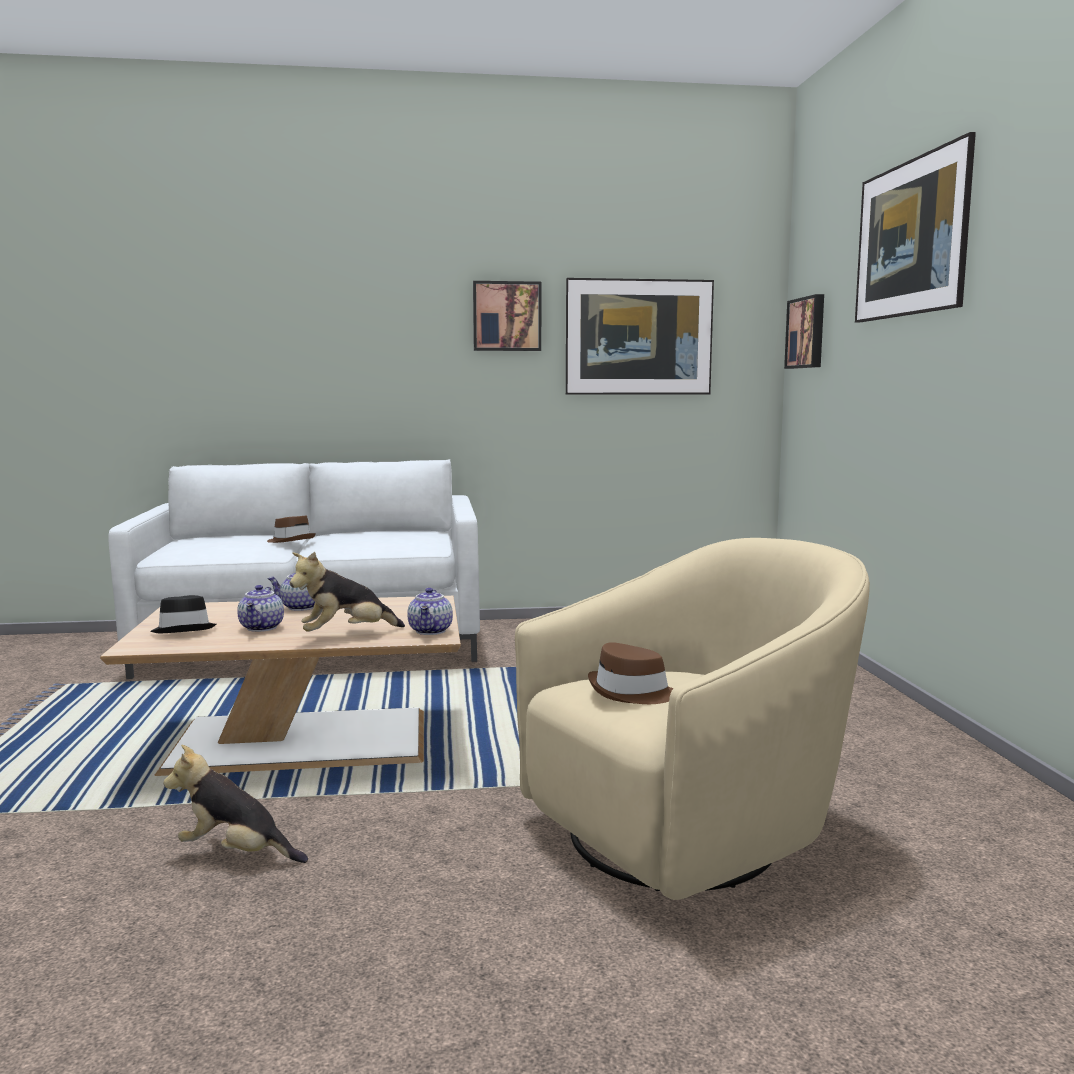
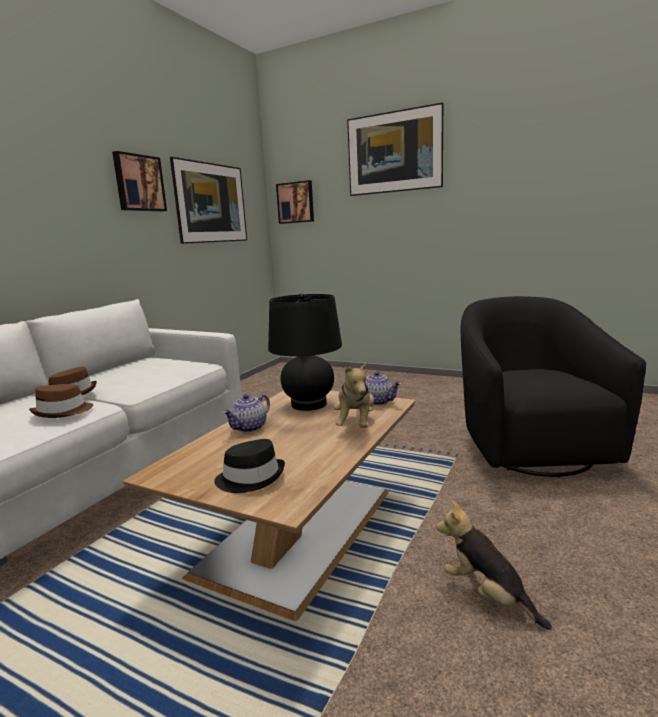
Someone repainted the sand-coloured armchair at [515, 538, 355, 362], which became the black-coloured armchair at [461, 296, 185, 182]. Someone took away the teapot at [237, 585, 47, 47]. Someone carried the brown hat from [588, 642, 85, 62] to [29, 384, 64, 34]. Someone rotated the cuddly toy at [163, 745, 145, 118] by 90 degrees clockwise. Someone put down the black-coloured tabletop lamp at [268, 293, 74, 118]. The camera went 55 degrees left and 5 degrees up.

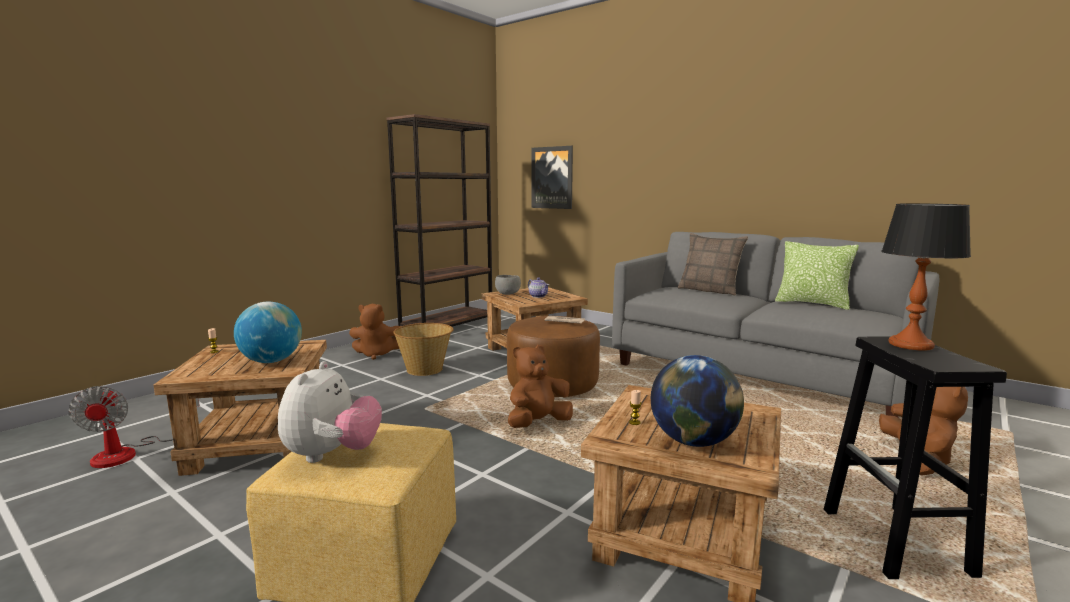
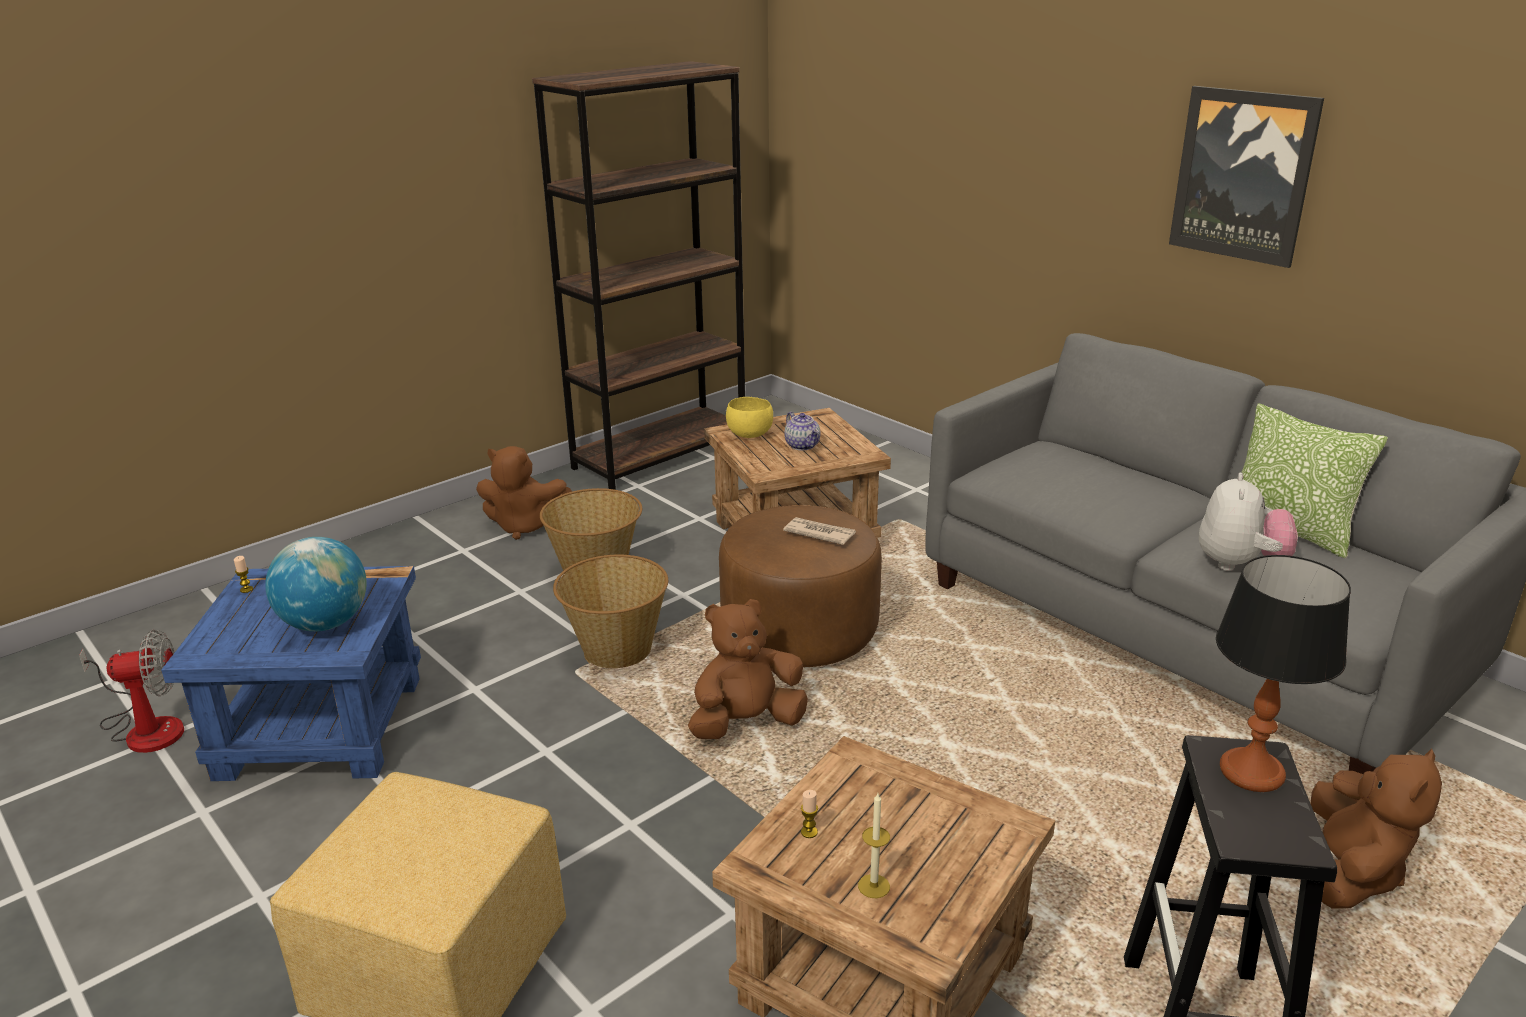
Someone carried the wall picture from [531, 146, 42, 63] to [1169, 86, 155, 182]. Someone took away the pillow at [678, 233, 70, 63]. Someone repainted the gray bowl at [495, 275, 26, 20], which became the yellow-coloured bowl at [726, 397, 47, 41]. Someone repainted the brown side table at [153, 340, 174, 136], which became the bluish side table at [161, 566, 260, 215]. Someone swapped the desk globe at [651, 355, 93, 92] for the wax light at [858, 793, 32, 105]. Someone carried the cuddly toy from [278, 361, 104, 102] to [1199, 473, 99, 98]. Someone rotated the fan at [68, 386, 132, 82] by 90 degrees counterclockwise. Someone put down the basket at [553, 555, 115, 113]. The camera went 10 degrees right and 15 degrees up.

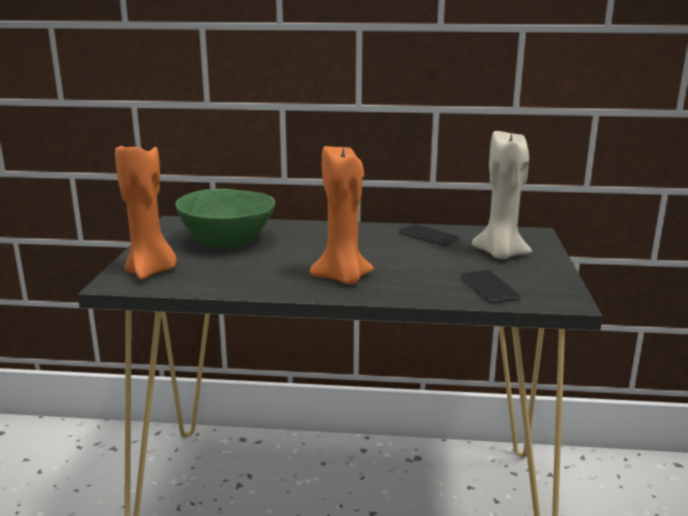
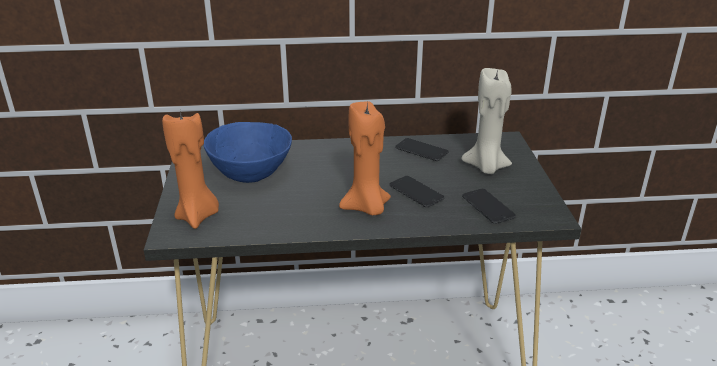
Someone repainted the green bowl at [175, 189, 100, 59], which became the bluish bowl at [203, 122, 89, 61]. Someone put down the phone at [389, 176, 56, 31]. The camera went 10 degrees left and 10 degrees up.

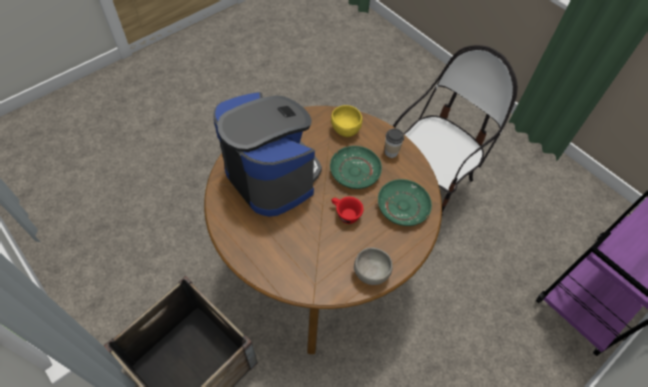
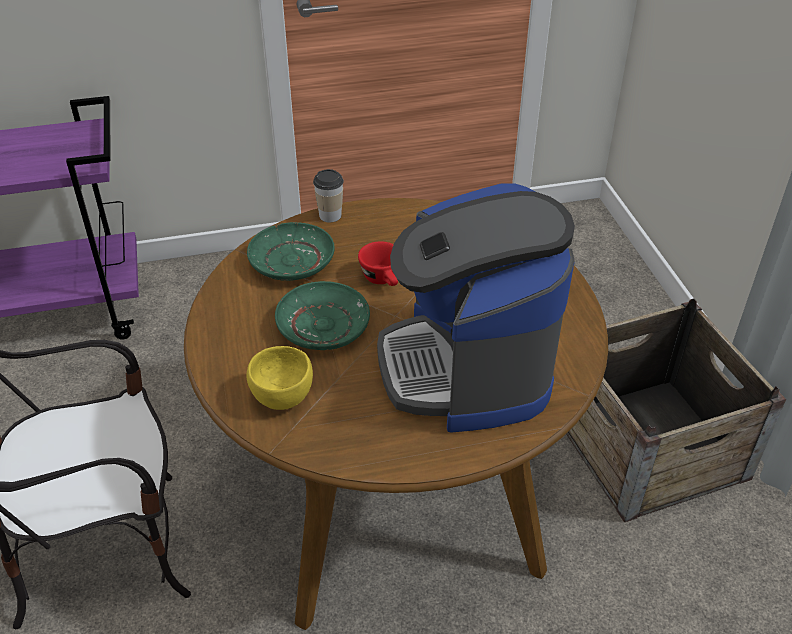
Someone carried the small cup from [385, 128, 19, 30] to [313, 169, 31, 53]. Someone took away the gray bowl at [354, 248, 39, 37]. The camera went 150 degrees left and 15 degrees down.

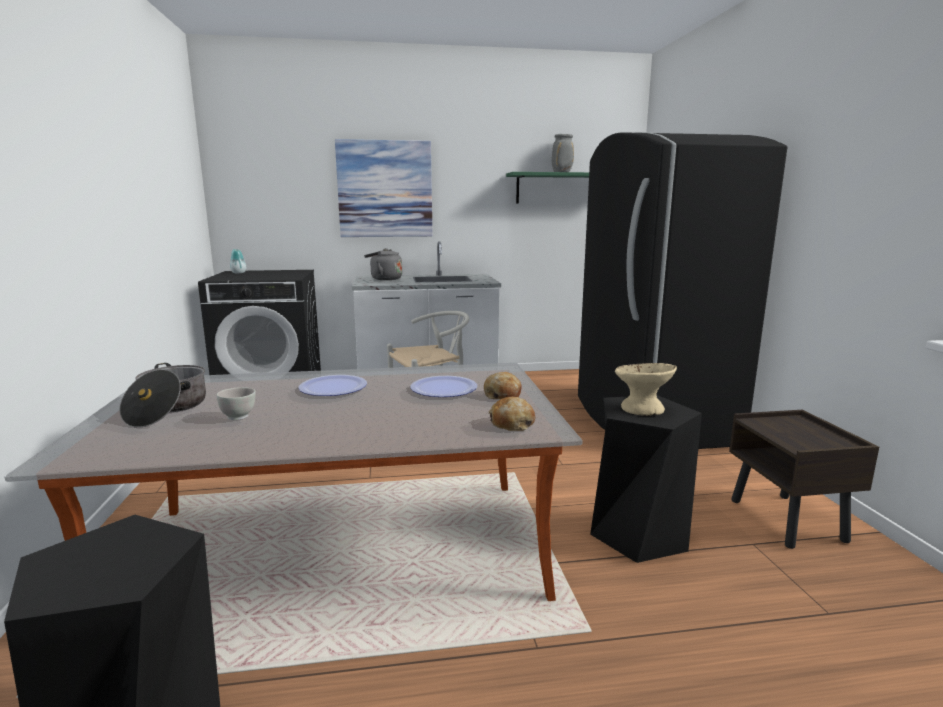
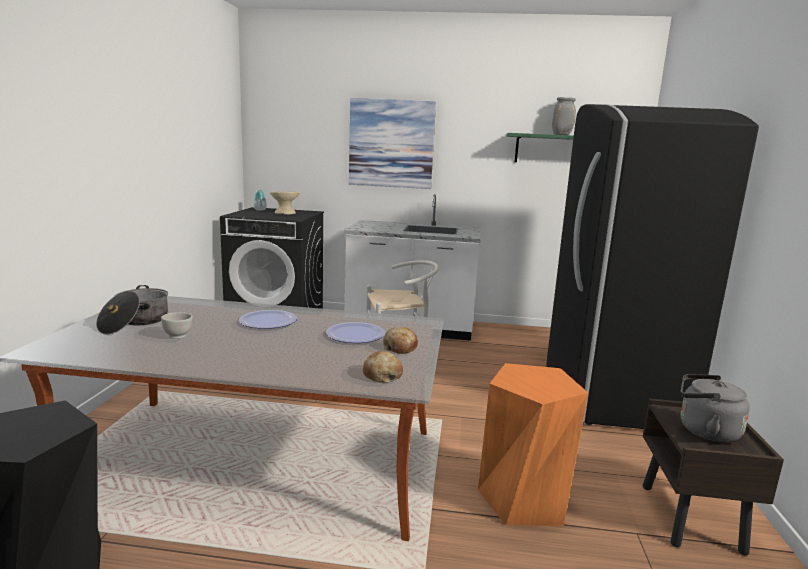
Someone carried the gray tea kettle from [364, 248, 38, 32] to [681, 374, 69, 69]. Someone carried the sand-coloured bowl from [615, 363, 62, 53] to [270, 192, 30, 23]. Someone repainted the black-coloured stool at [590, 395, 112, 168], which became the orangey stool at [478, 363, 110, 163]. The camera went 15 degrees right and 0 degrees up.

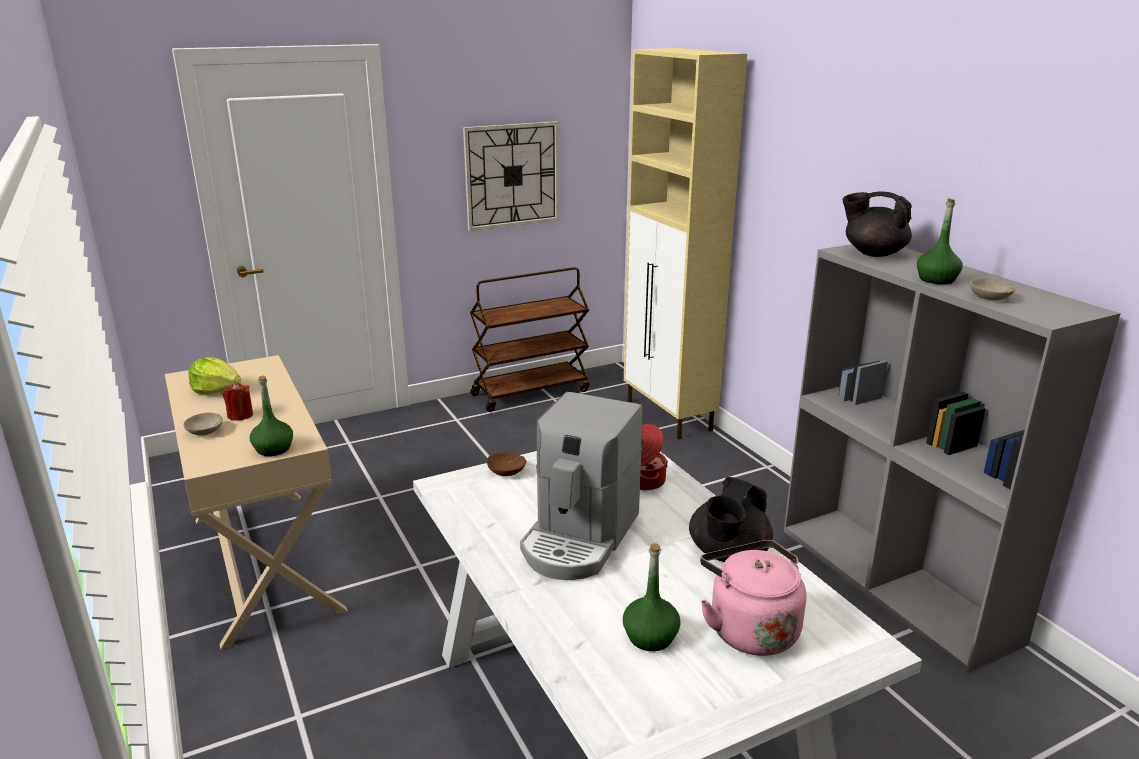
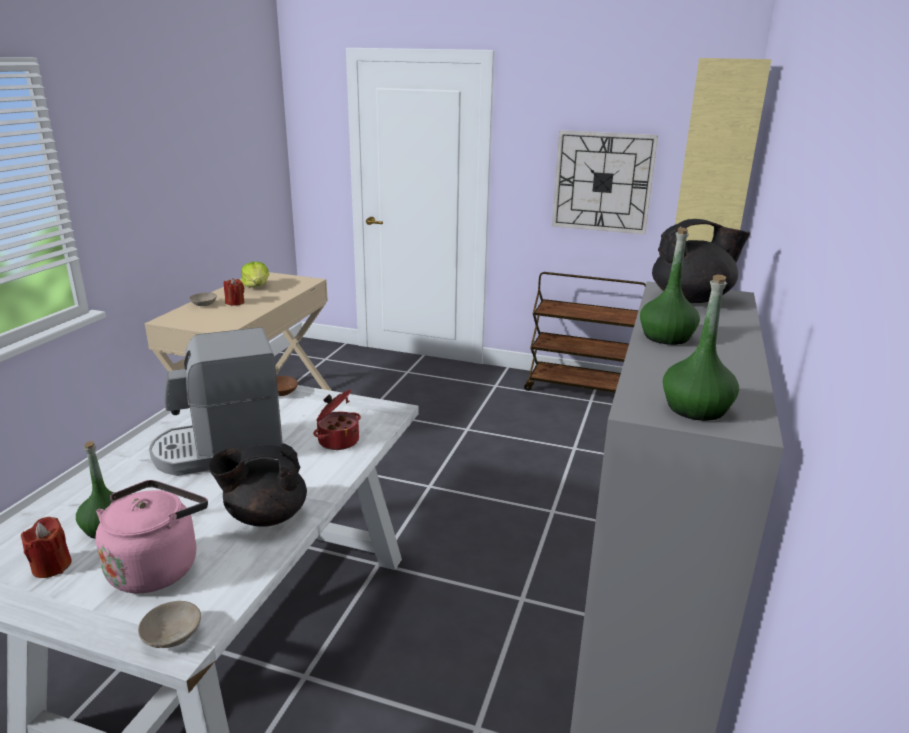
Someone rotated the black-coloured teapot at [842, 191, 70, 66] by 105 degrees clockwise. Someone carried the sand-coloured bowl from [970, 278, 45, 23] to [138, 601, 63, 47]. Someone carried the green bottle from [250, 375, 43, 81] to [663, 275, 76, 146]. Someone put down the red wax light at [21, 517, 51, 61]. The camera went 45 degrees right and 0 degrees up.

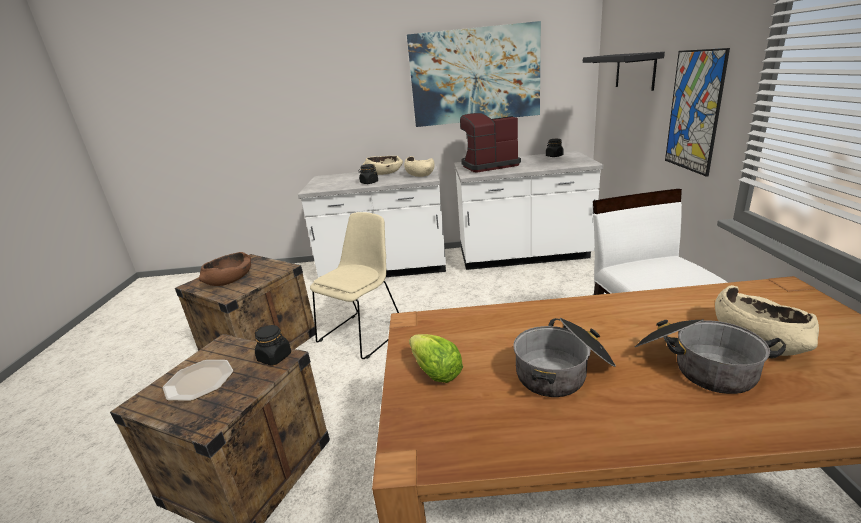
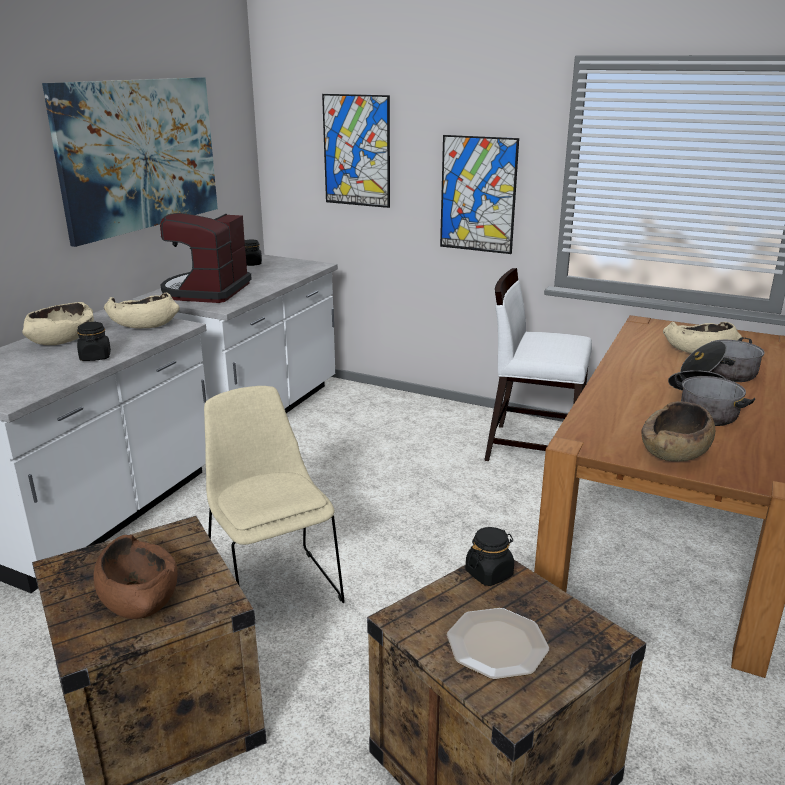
Someone swapped the black-coloured shelf at [583, 52, 82, 39] for the wall picture at [322, 94, 68, 114]. Someone swapped the lettuce head at [409, 334, 54, 49] for the brown bowl at [641, 401, 74, 61]. The camera went 65 degrees left and 0 degrees up.

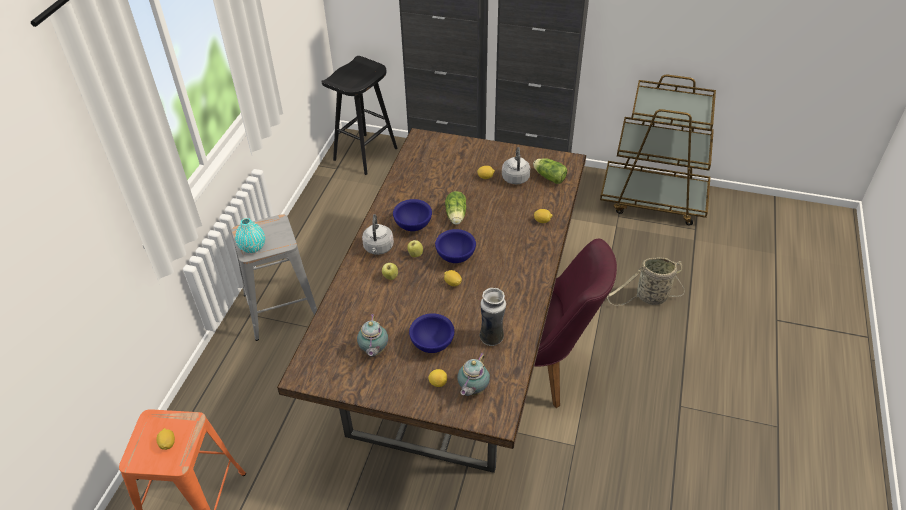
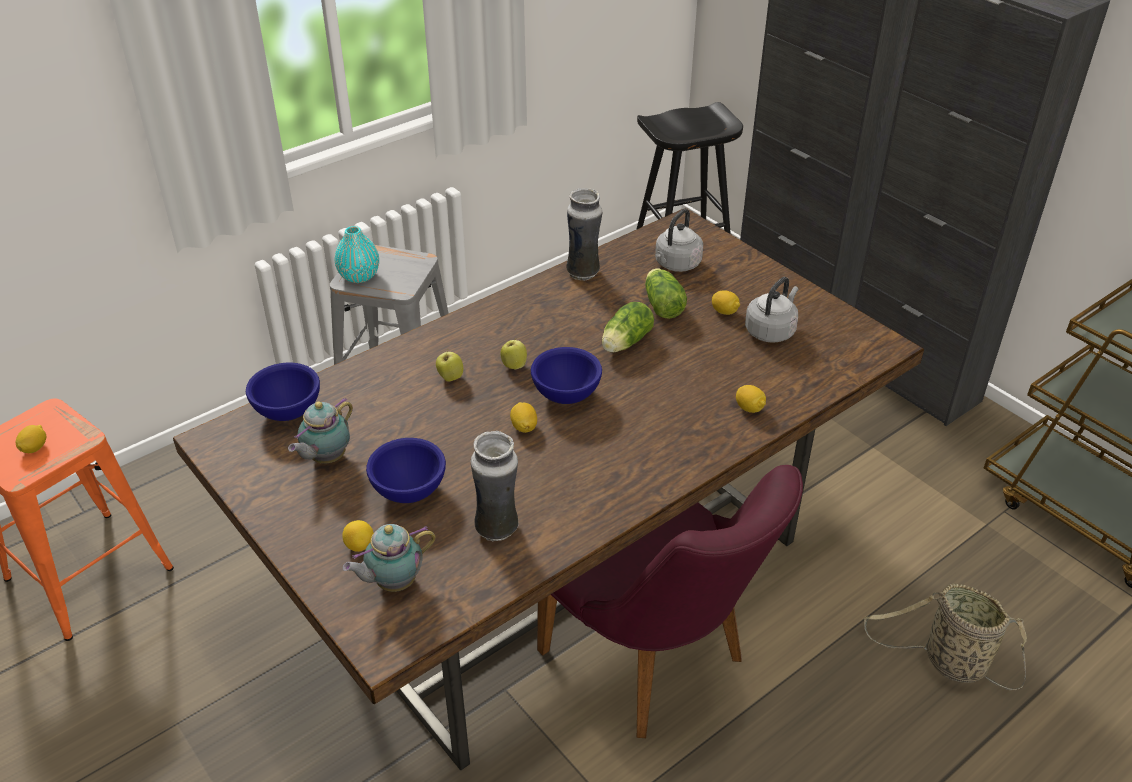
Someone carried the lettuce head from [533, 158, 34, 26] to [645, 268, 42, 51]. Someone carried the bluish bowl from [393, 199, 39, 32] to [246, 363, 74, 58]. Someone carried the gray tea kettle from [362, 214, 32, 41] to [655, 208, 48, 64]. Someone put down the vase at [566, 188, 36, 92]. The camera went 35 degrees right and 5 degrees down.

